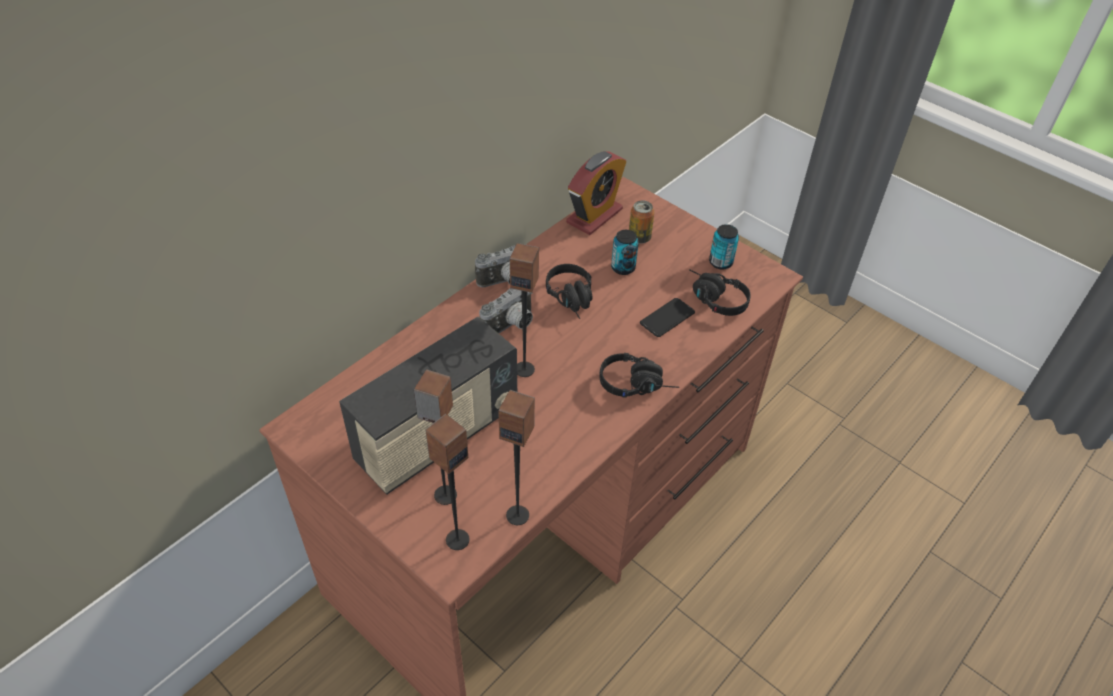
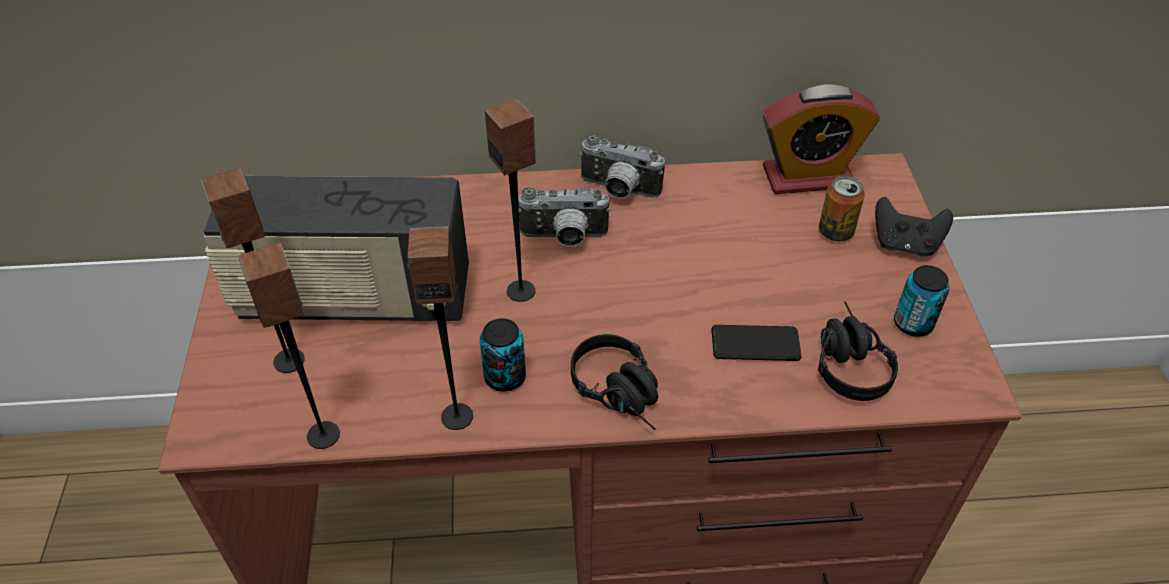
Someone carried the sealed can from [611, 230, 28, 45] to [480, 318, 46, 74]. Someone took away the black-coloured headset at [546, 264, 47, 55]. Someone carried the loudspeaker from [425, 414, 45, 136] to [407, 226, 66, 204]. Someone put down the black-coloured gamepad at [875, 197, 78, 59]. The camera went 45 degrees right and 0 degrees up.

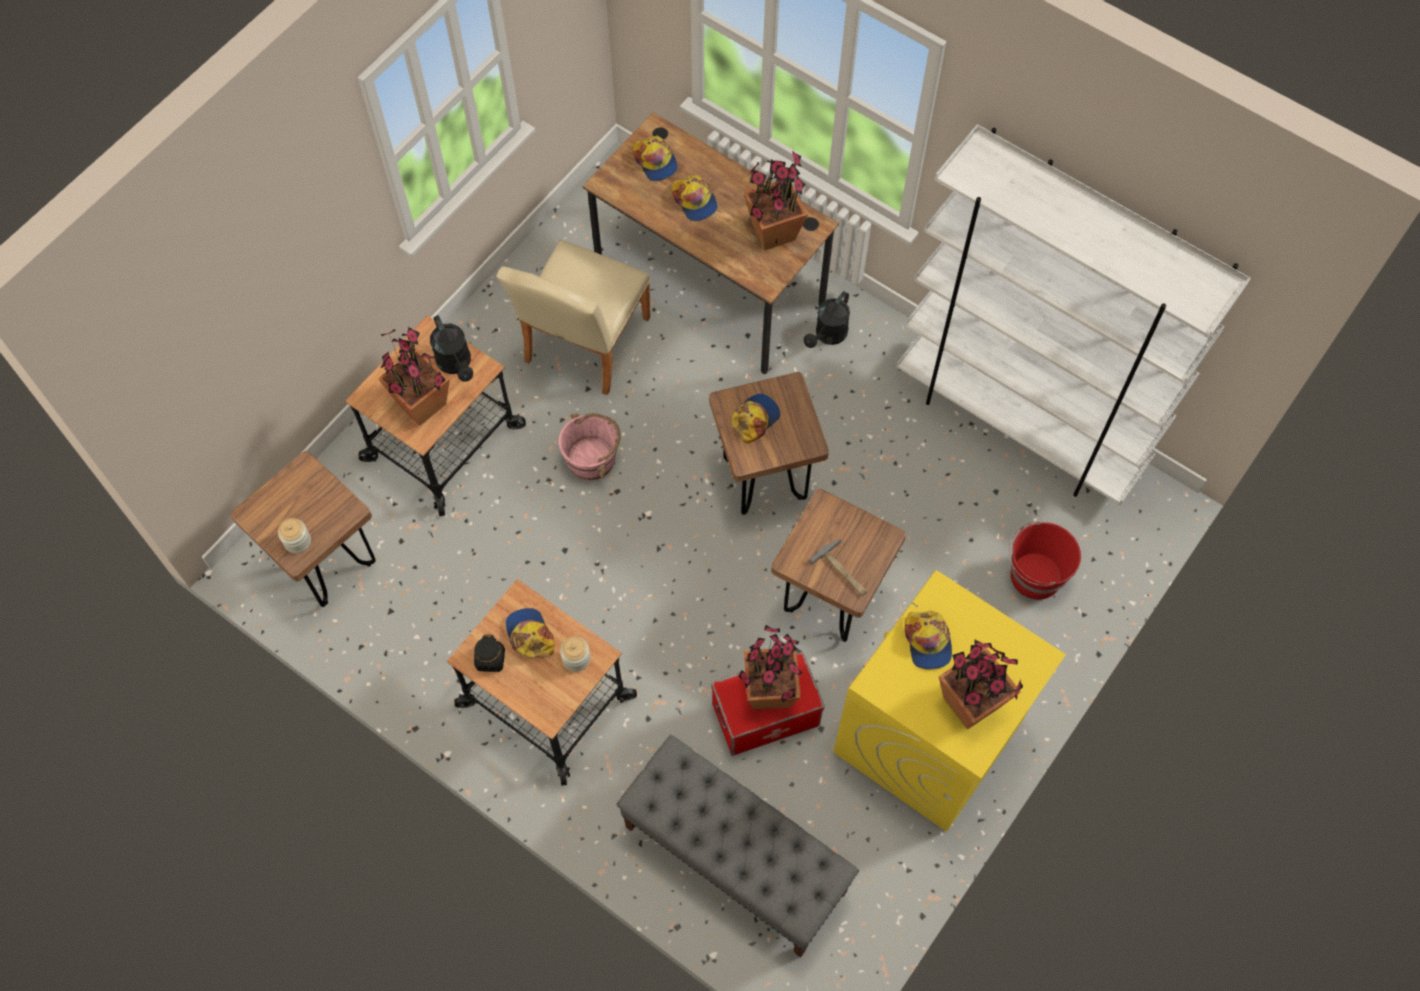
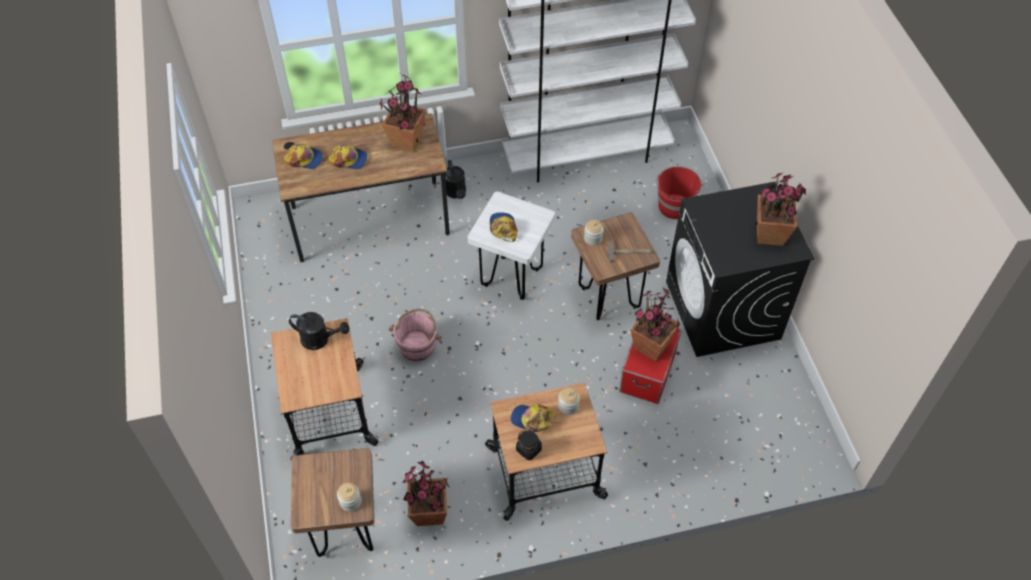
Someone took away the sand-coloured chair at [496, 240, 154, 155]. Someone carried the potted plant from [378, 327, 72, 98] to [402, 461, 49, 65]. Someone repainted the brown stool at [709, 372, 120, 143], which became the white stool at [468, 192, 87, 108]. Someone repainted the yellow-coloured washing machine at [833, 570, 233, 262], which became the black-coloured washing machine at [666, 182, 149, 175]. Someone took away the peaked cap at [905, 611, 47, 59]. Someone took away the gray bench at [616, 735, 243, 223]. Someone put down the storage jar at [584, 220, 20, 26]. The camera went 50 degrees left and 10 degrees down.

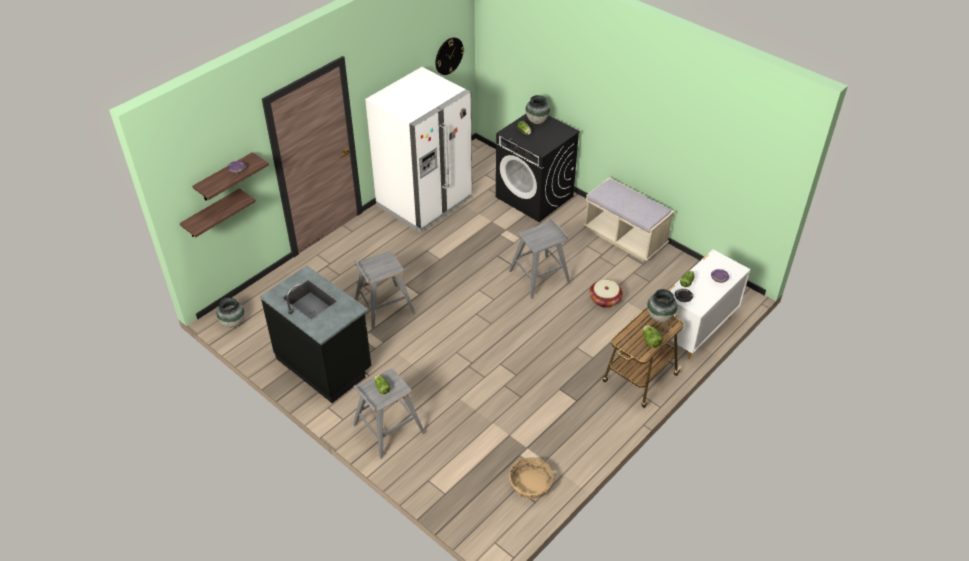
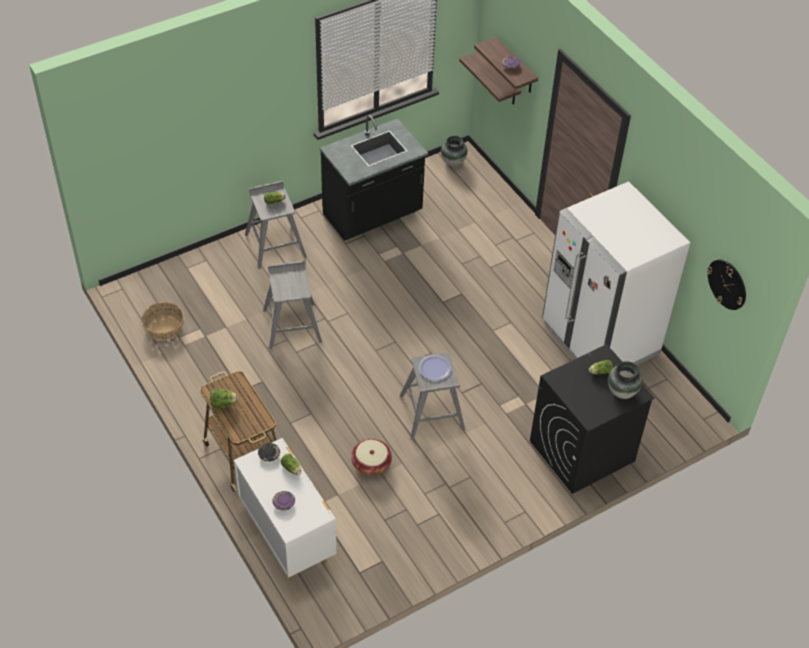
Someone took away the sand-coloured bench at [584, 177, 90, 84]. Someone carried the gray stool from [354, 251, 62, 79] to [263, 261, 59, 89]. Someone took away the vase at [647, 289, 30, 33]. Someone put down the plate at [419, 355, 33, 26]. The camera went 105 degrees right and 5 degrees up.

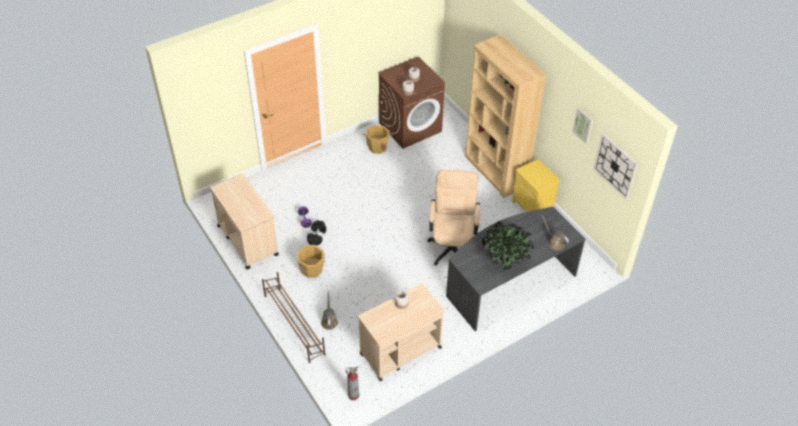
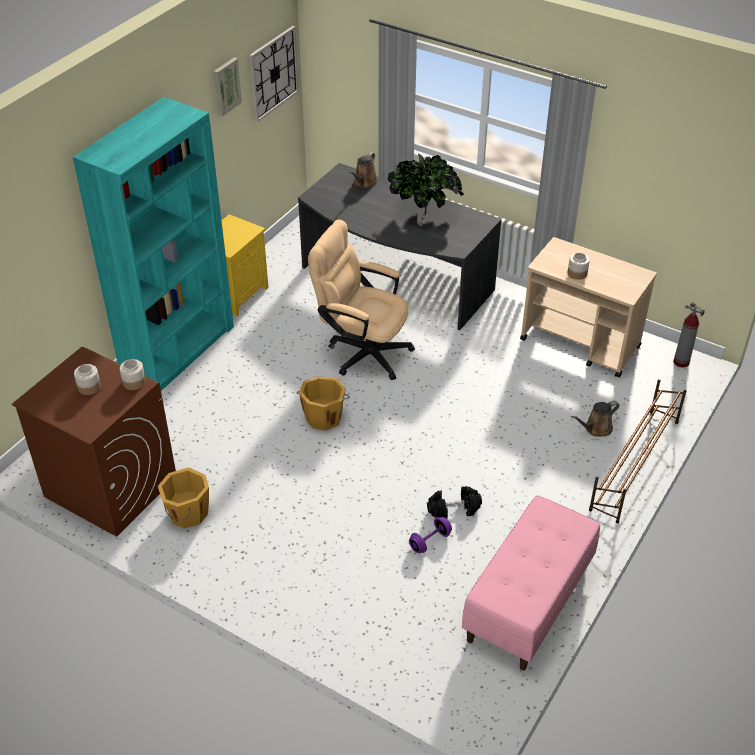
Someone repainted the brown bookcase at [465, 35, 81, 163], which became the turquoise-coloured bookcase at [73, 97, 161, 294]. Someone rotated the sand-coloured office chair at [427, 170, 53, 96] by 45 degrees clockwise. Someone swapped the sand-coloured cart at [210, 173, 69, 96] for the pink bench at [462, 495, 138, 176]. Someone carried the orangey bucket from [298, 245, 27, 33] to [297, 376, 53, 55]. The camera went 115 degrees left and 5 degrees down.

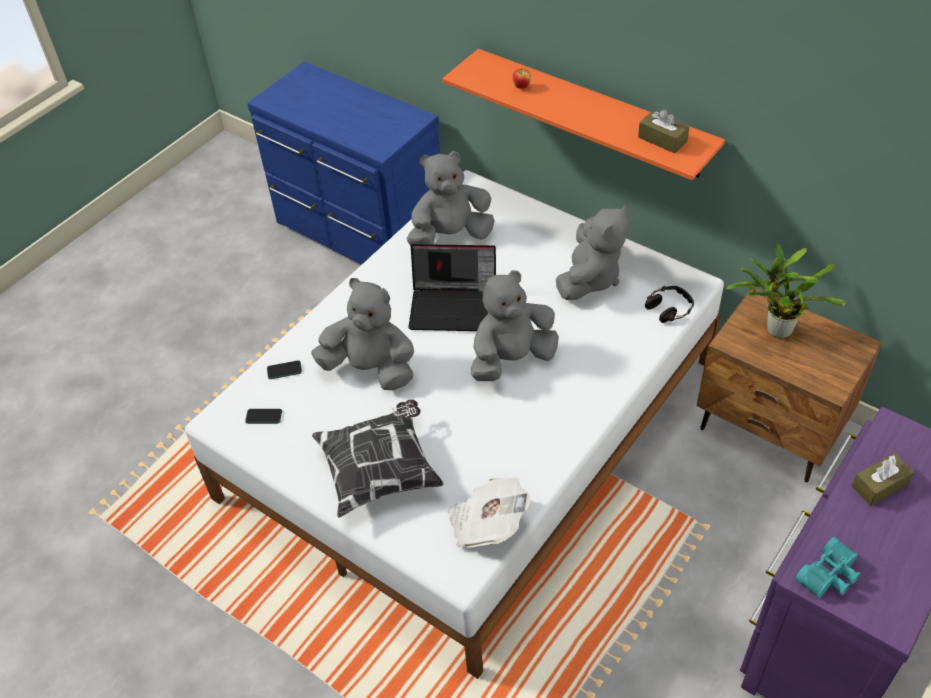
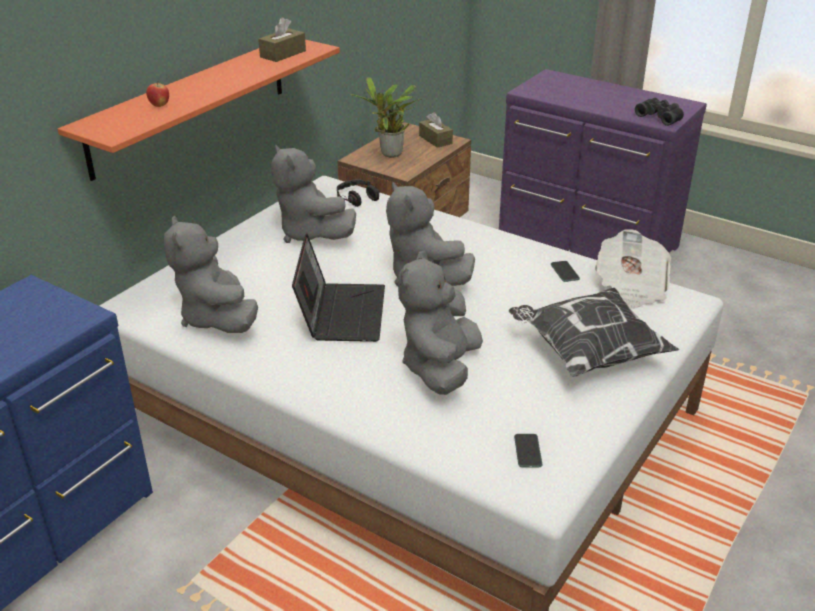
Someone rotated the gray cuddly toy at [556, 205, 72, 95] by 150 degrees counterclockwise. Someone carried the phone from [267, 360, 35, 19] to [551, 261, 29, 21]. Someone carried the brown box of tissues from [851, 453, 63, 53] to [419, 112, 34, 36]. Someone repainted the turquoise-coloured field glasses at [795, 537, 66, 61], which became the black-coloured field glasses at [635, 98, 49, 28]. The camera went 95 degrees left and 15 degrees down.

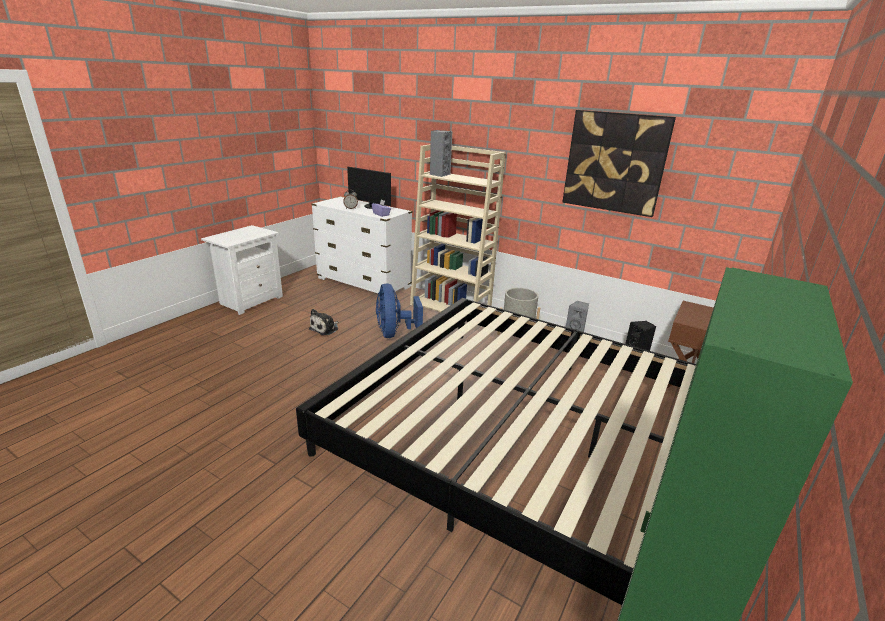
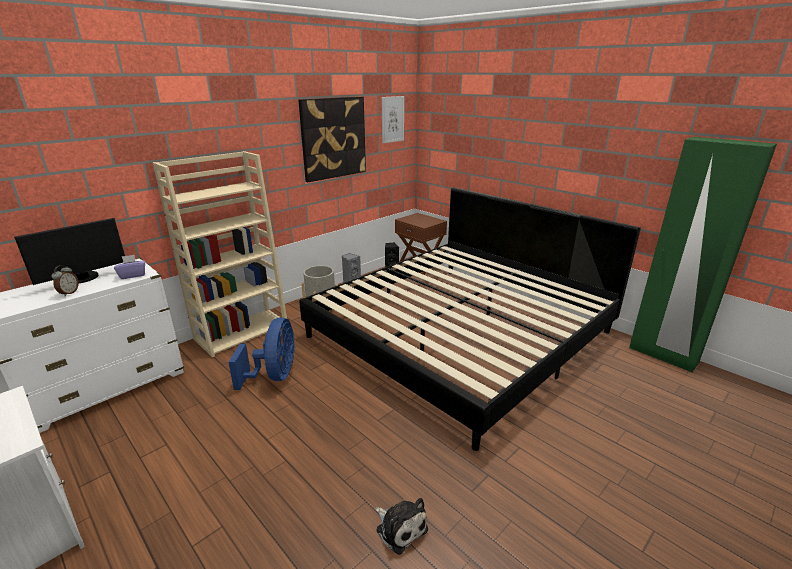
Someone took away the gray loudspeaker at [430, 130, 22, 47]. Someone rotated the bluish fan at [376, 283, 47, 55] by 90 degrees counterclockwise. Someone carried the cuddly toy from [309, 309, 29, 26] to [375, 498, 53, 57]. Someone put up the wall picture at [382, 96, 22, 47]. The camera went 75 degrees left and 0 degrees up.

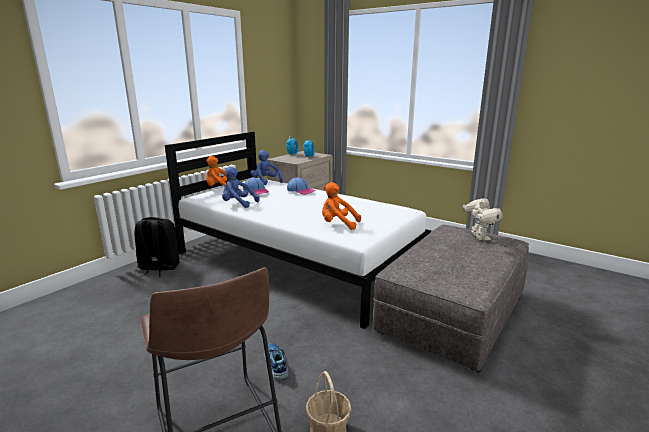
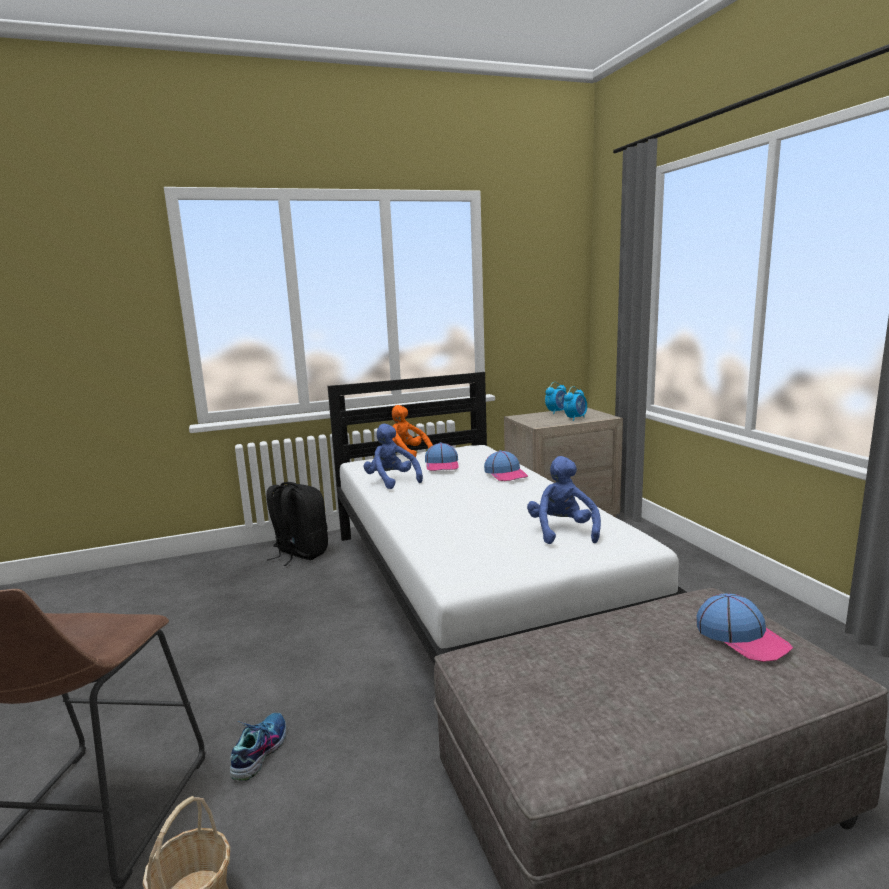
Someone carried the bluish cuddly toy from [251, 150, 32, 35] to [527, 456, 74, 88]. Someone took away the orangey cuddly toy at [322, 182, 39, 48]. Someone swapped the model robot at [463, 198, 40, 42] for the peaked cap at [696, 593, 97, 69]. The camera went 35 degrees right and 5 degrees down.

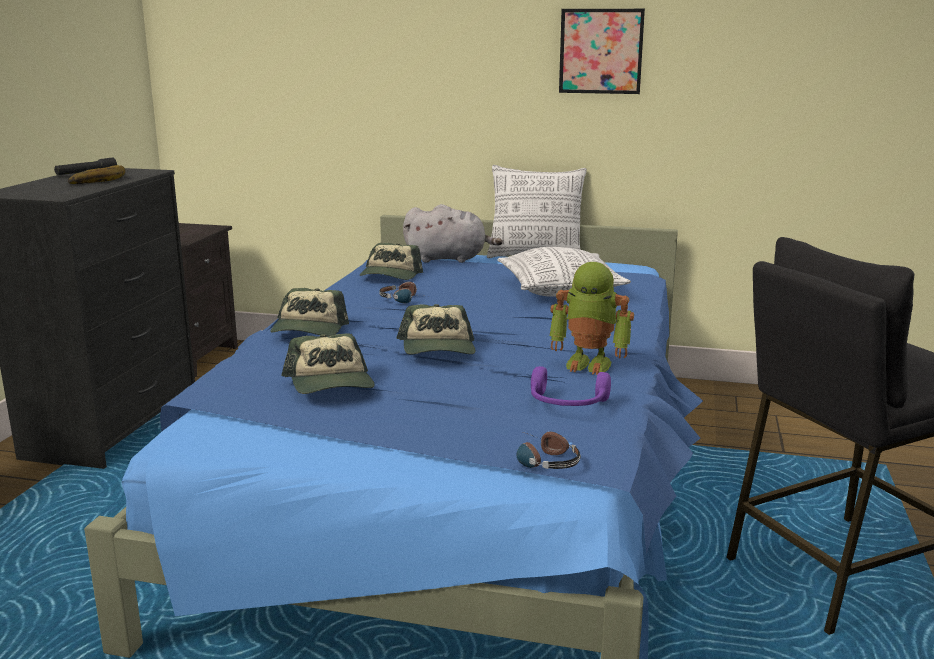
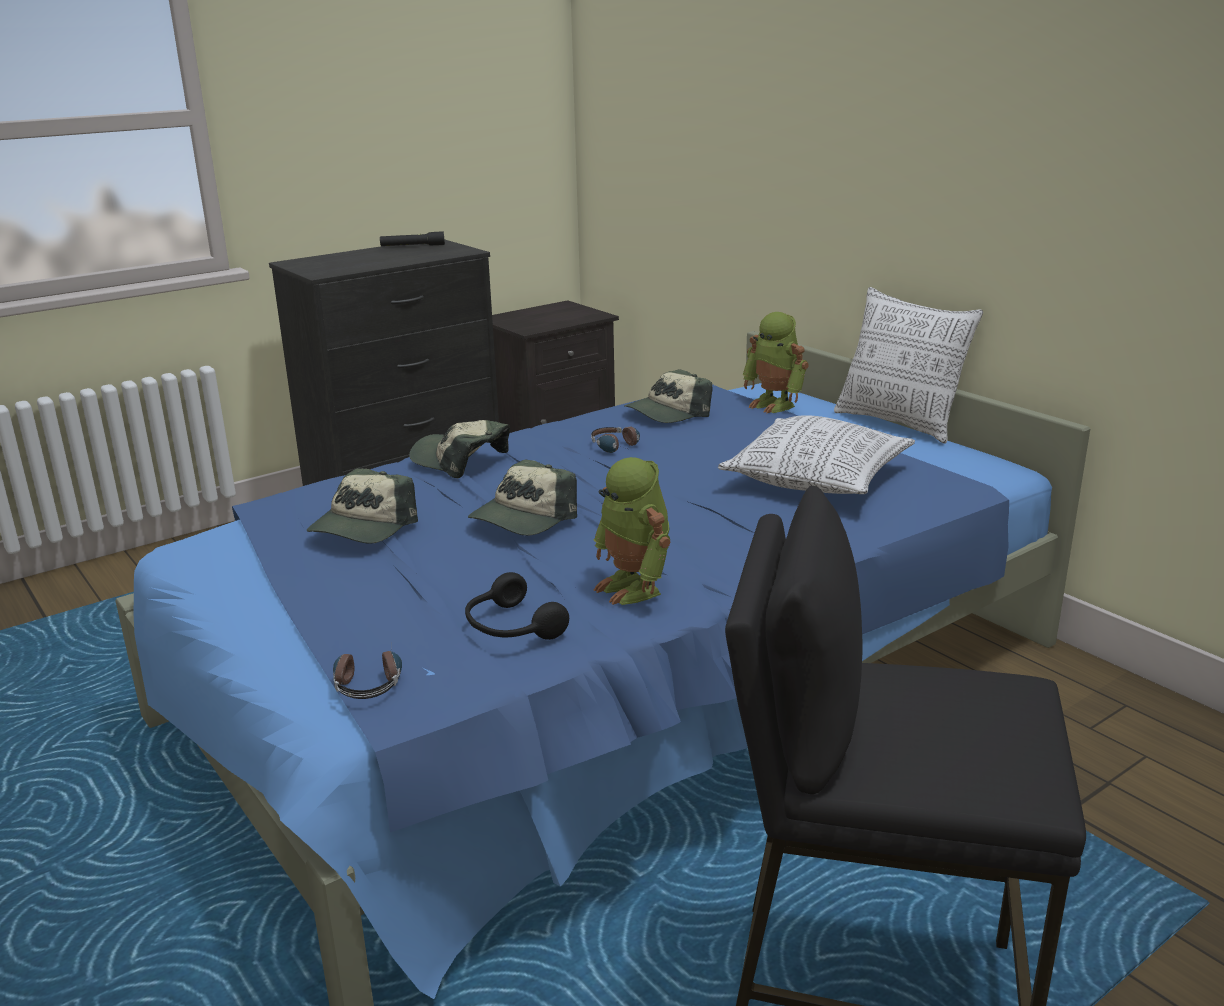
Someone took away the wall picture at [559, 9, 86, 85]. Someone took away the banana fruit at [68, 165, 58, 19]. Someone swapped the gray cuddly toy at [403, 204, 100, 59] for the model robot at [743, 312, 66, 101]. Someone rotated the peaked cap at [270, 288, 79, 48] by 75 degrees clockwise. Someone repainted the purplish headset at [531, 366, 80, 40], which became the black-coloured headset at [465, 572, 104, 68]. The camera went 40 degrees right and 5 degrees up.

